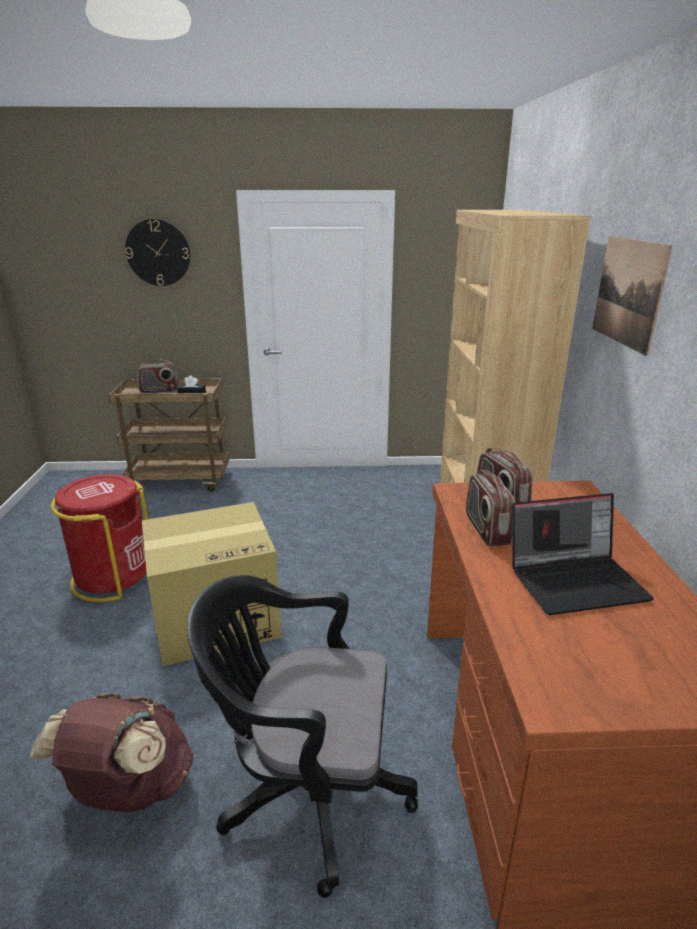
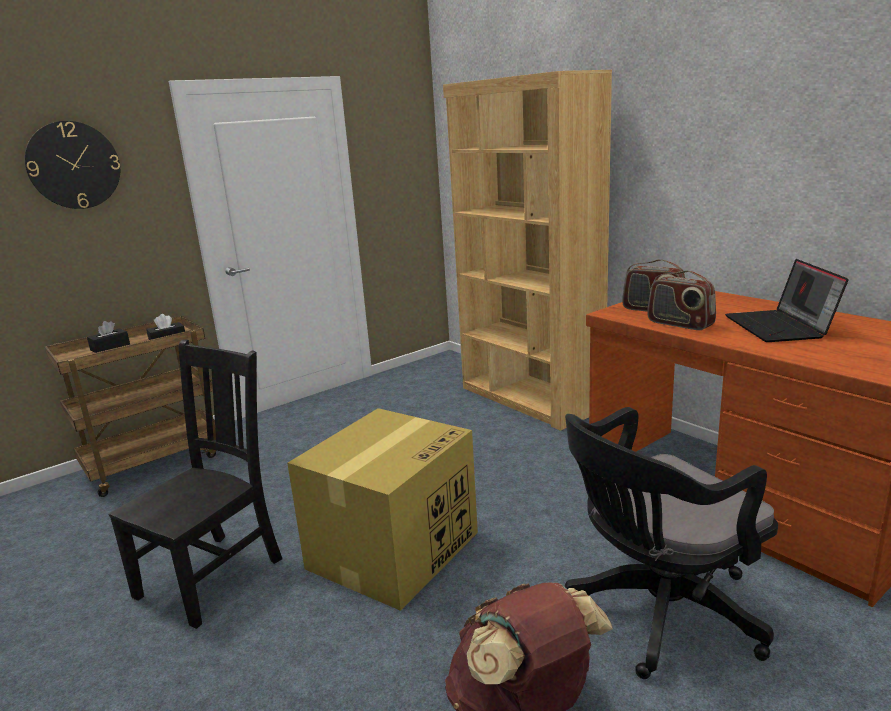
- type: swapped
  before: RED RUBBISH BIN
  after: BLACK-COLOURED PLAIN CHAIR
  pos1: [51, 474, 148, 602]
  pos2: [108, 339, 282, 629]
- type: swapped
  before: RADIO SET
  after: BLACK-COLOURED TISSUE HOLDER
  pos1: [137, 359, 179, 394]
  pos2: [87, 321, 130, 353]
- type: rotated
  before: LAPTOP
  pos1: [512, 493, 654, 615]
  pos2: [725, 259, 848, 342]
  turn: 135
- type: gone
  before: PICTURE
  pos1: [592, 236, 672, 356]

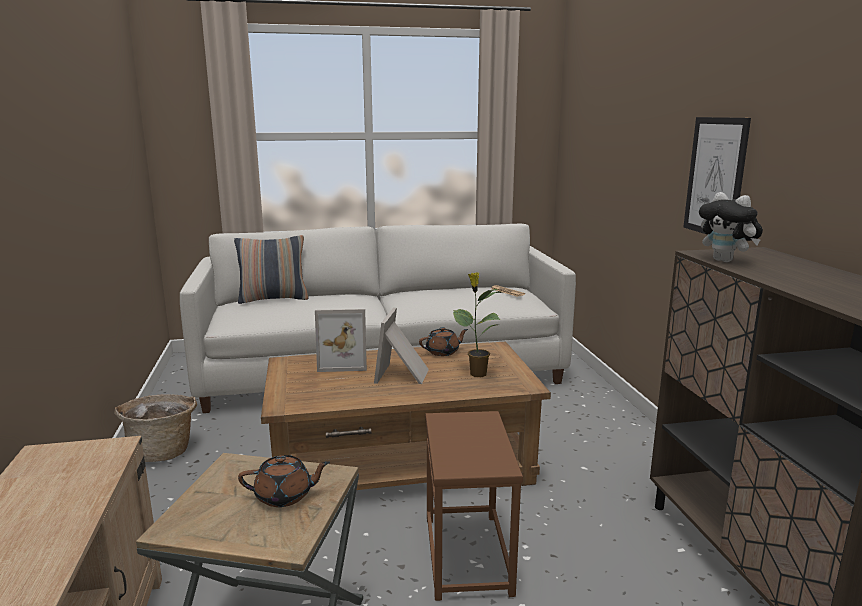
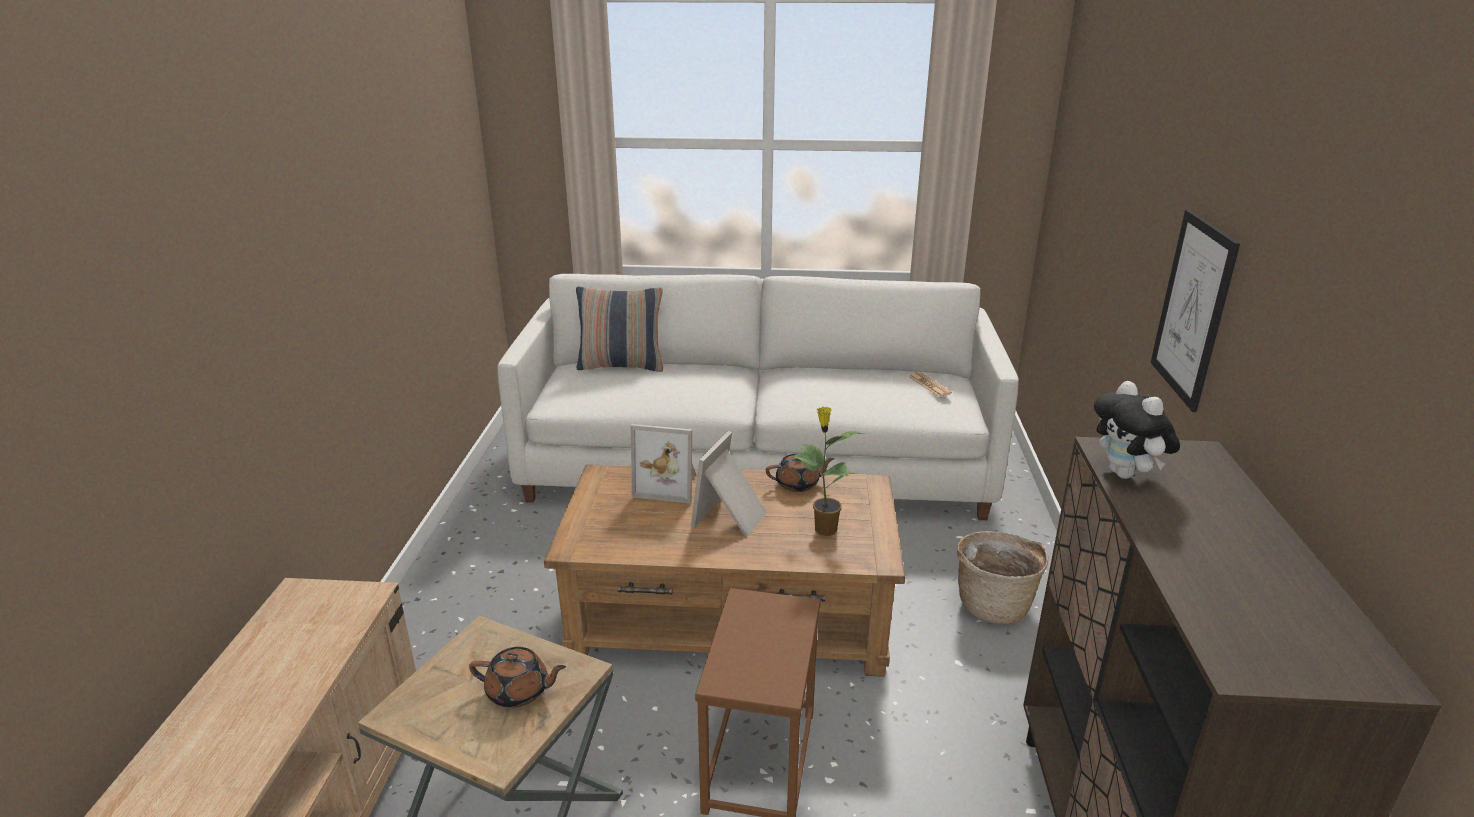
- type: shifted
  before: HOUSEHOLD BASKET
  pos1: [114, 394, 197, 462]
  pos2: [957, 531, 1048, 624]

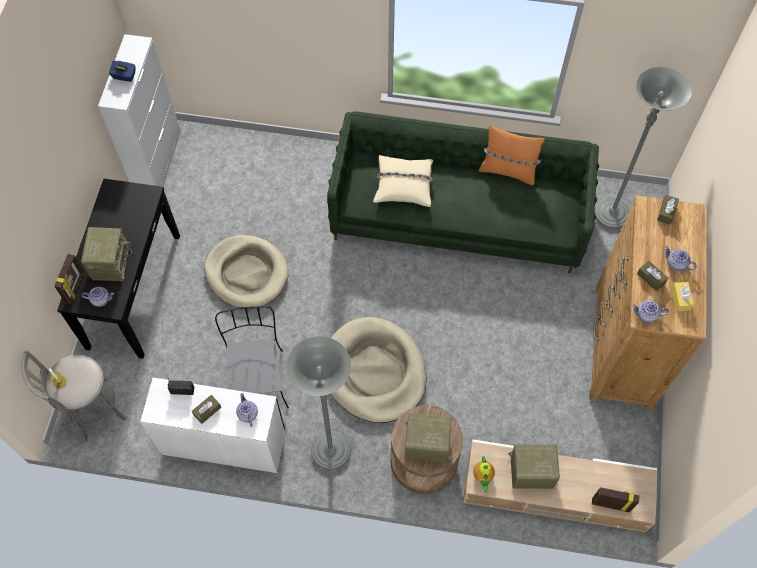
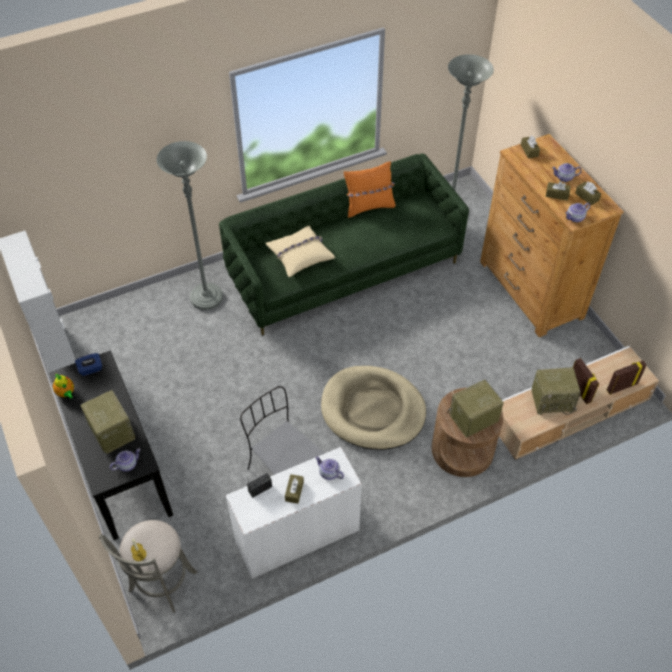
- type: shifted
  before: STANDING FRAME
  pos1: [54, 254, 84, 304]
  pos2: [573, 358, 599, 404]
- type: shifted
  before: BLUISH TISSUE HOLDER
  pos1: [109, 61, 135, 82]
  pos2: [75, 353, 102, 376]
- type: gone
  before: BEIGE-COLOURED PET BED
  pos1: [204, 235, 289, 309]
- type: shifted
  before: GRAY STANDARD LAMP
  pos1: [287, 336, 351, 470]
  pos2: [156, 141, 223, 310]
- type: shifted
  before: TEA POT
  pos1: [473, 456, 495, 493]
  pos2: [53, 374, 74, 398]
- type: rotated
  before: RADIO SET
  pos1: [509, 444, 560, 489]
  pos2: [532, 367, 581, 415]
  turn: -150
- type: repainted
  before: YELLOWISH TISSUE HOLDER
  after: BROWN-COLOURED TISSUE HOLDER
  pos1: [672, 282, 694, 311]
  pos2: [575, 182, 601, 205]

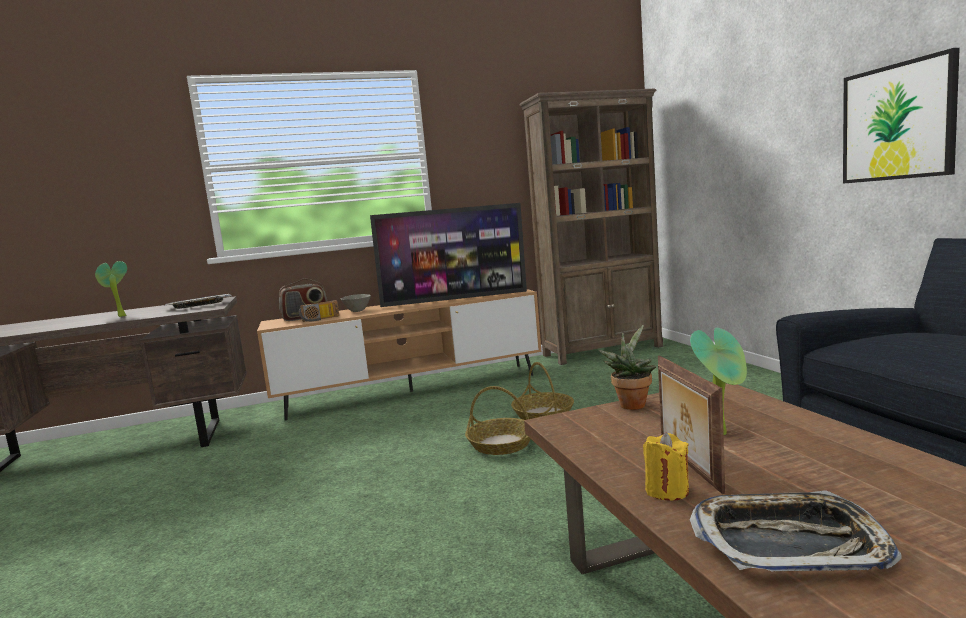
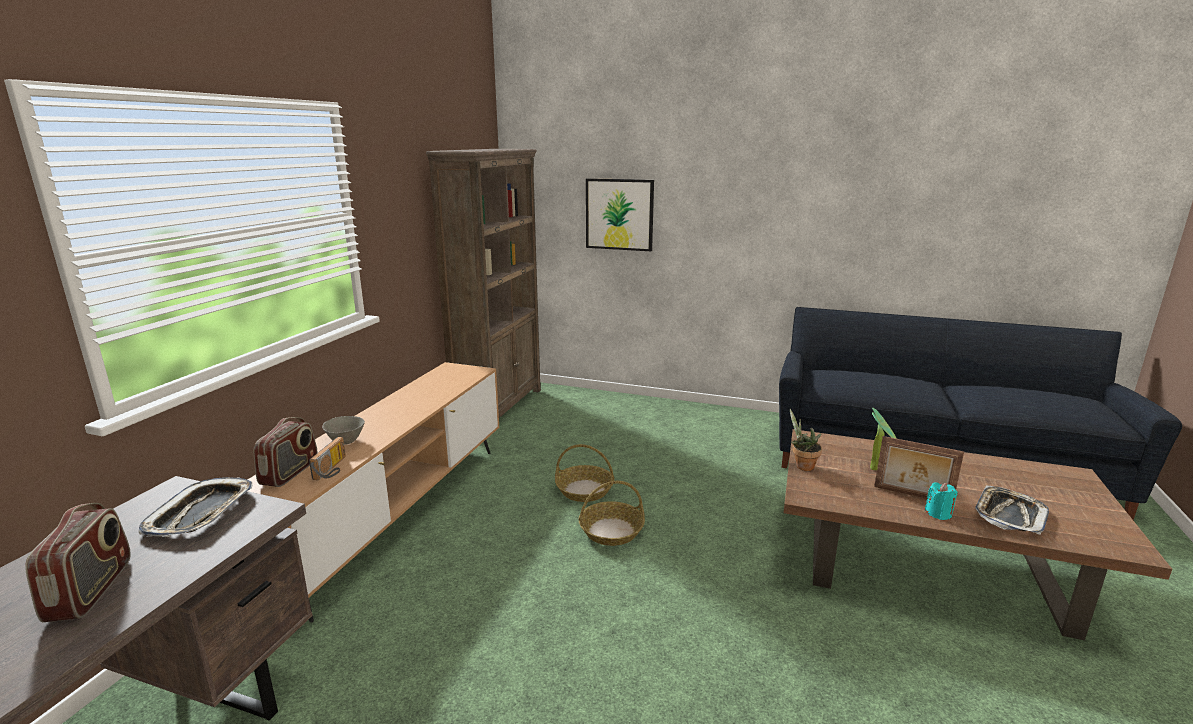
- type: swapped
  before: POTTED PLANT
  after: RADIO SET
  pos1: [95, 261, 127, 317]
  pos2: [25, 503, 131, 623]
- type: gone
  before: TV SET
  pos1: [370, 203, 527, 307]
- type: repainted
  before: YELLOWISH WAX CANDLE
  after: TURQUOISE WAX CANDLE
  pos1: [643, 433, 689, 501]
  pos2: [925, 482, 958, 520]
- type: shifted
  before: PICTURE
  pos1: [843, 48, 960, 184]
  pos2: [586, 178, 654, 251]

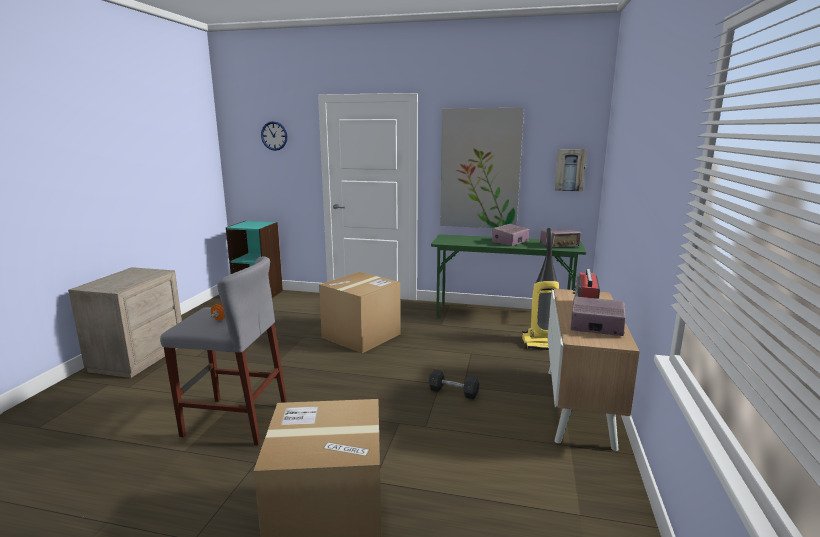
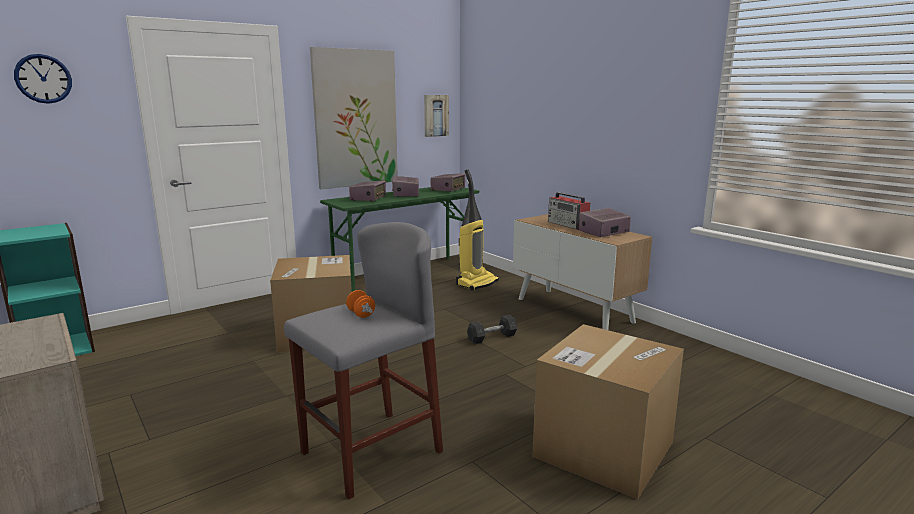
- type: new
  after: RADIO SET
  pos2: [349, 181, 386, 201]

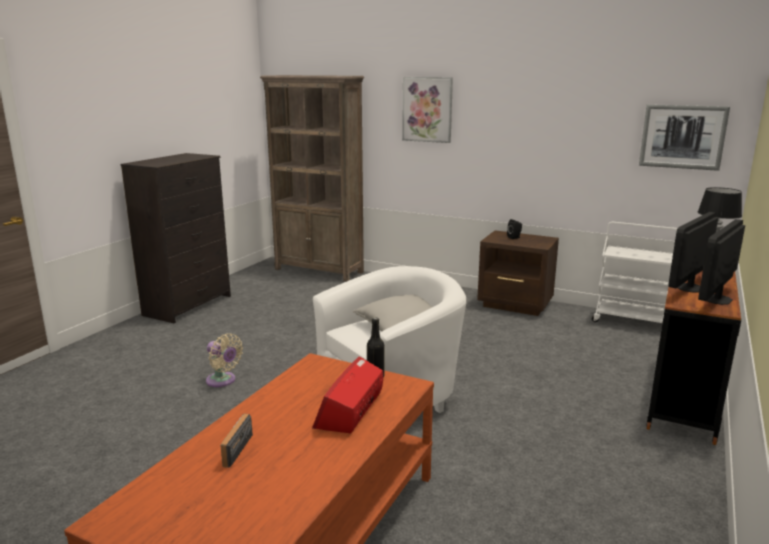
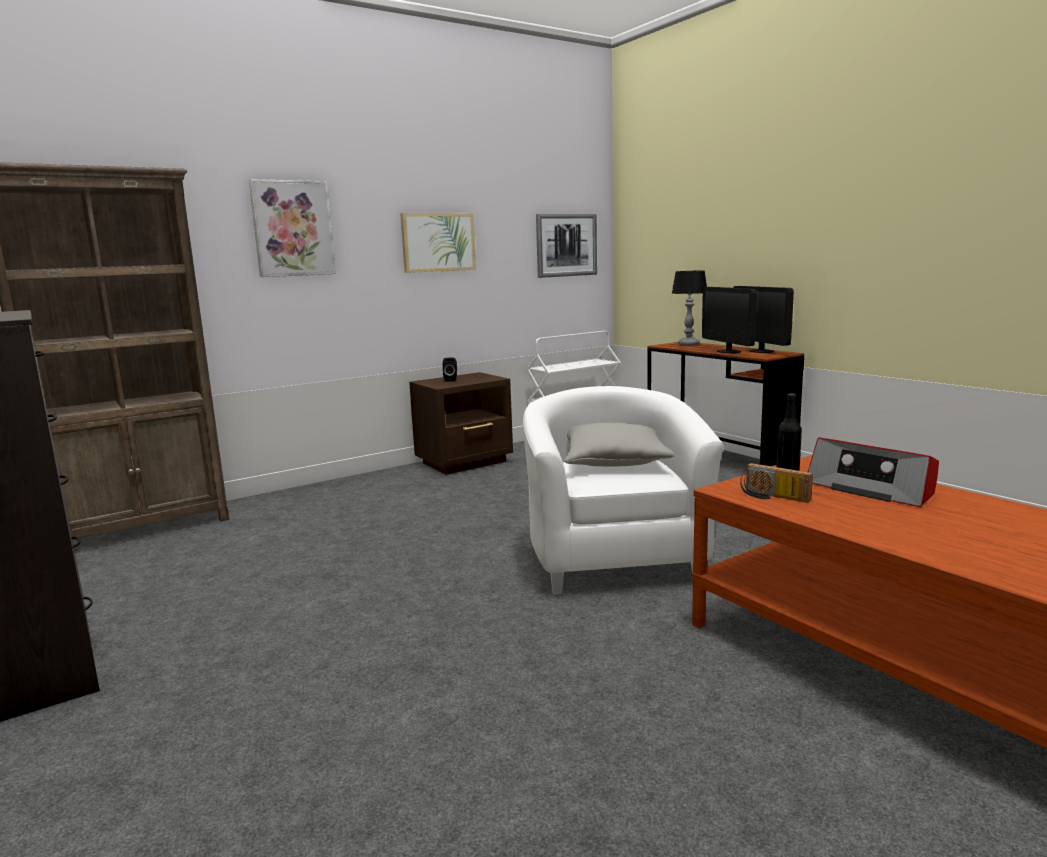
- type: gone
  before: BEIGE-COLOURED ELECTRIC FAN
  pos1: [206, 334, 243, 387]
- type: shifted
  before: RADIO SET
  pos1: [220, 414, 253, 468]
  pos2: [740, 463, 813, 503]
- type: new
  after: PICTURE
  pos2: [400, 213, 476, 273]

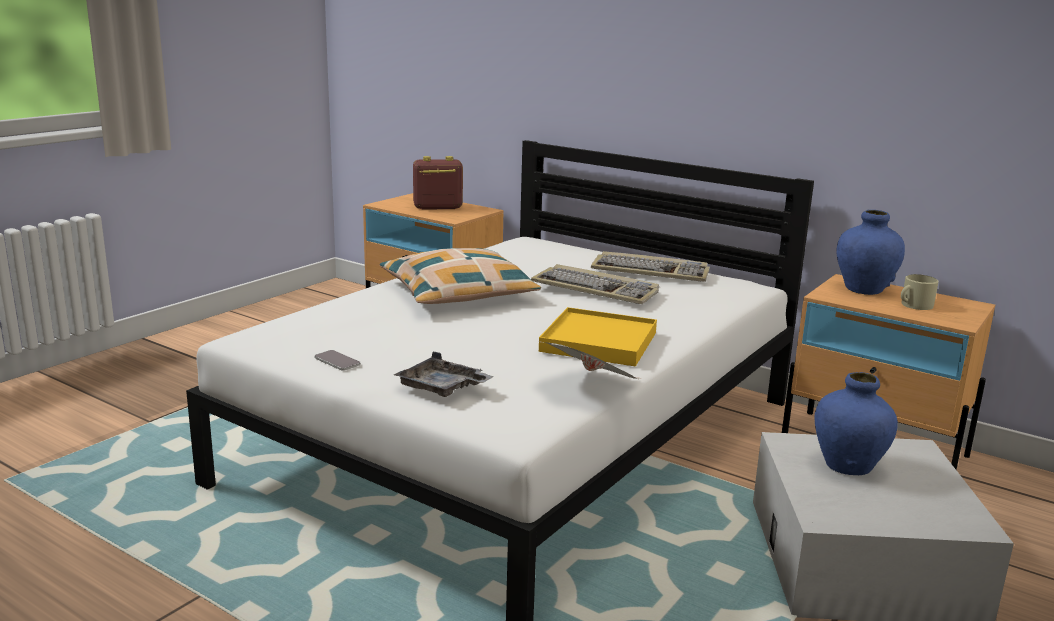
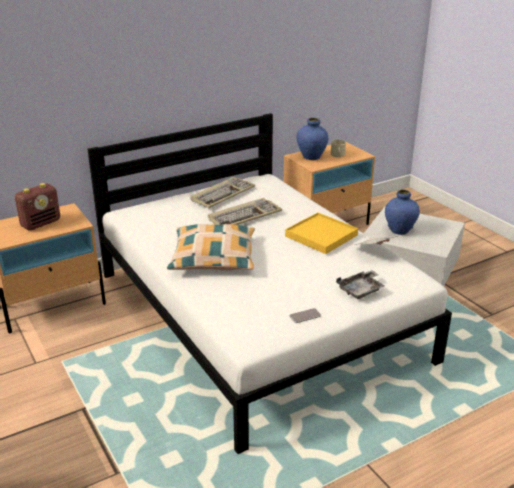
- type: rotated
  before: RADIO SET
  pos1: [413, 156, 463, 210]
  pos2: [15, 183, 60, 230]
  turn: -150

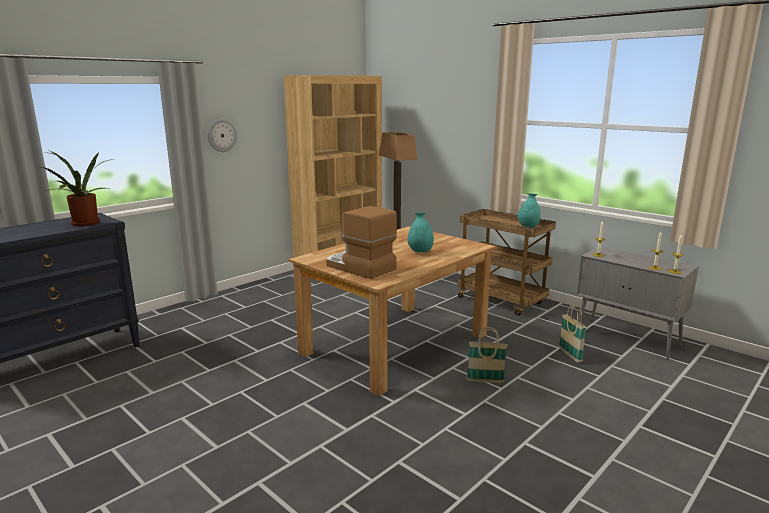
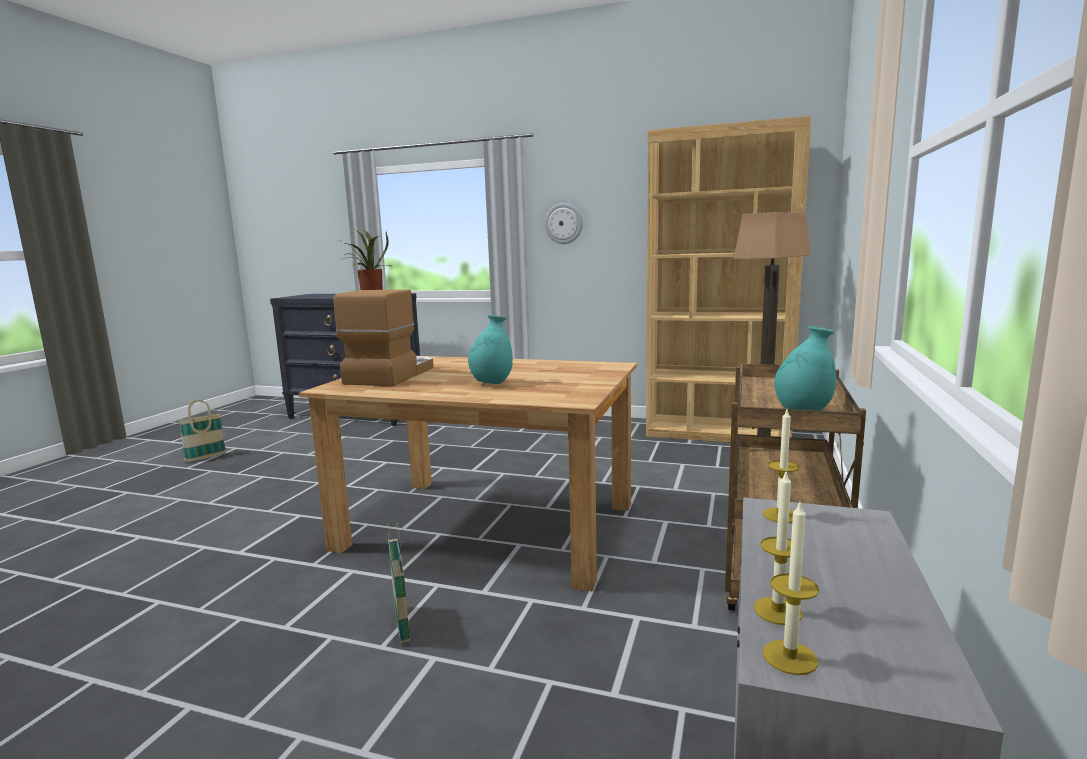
- type: shifted
  before: HOUSEHOLD BASKET
  pos1: [559, 305, 587, 362]
  pos2: [178, 400, 226, 462]

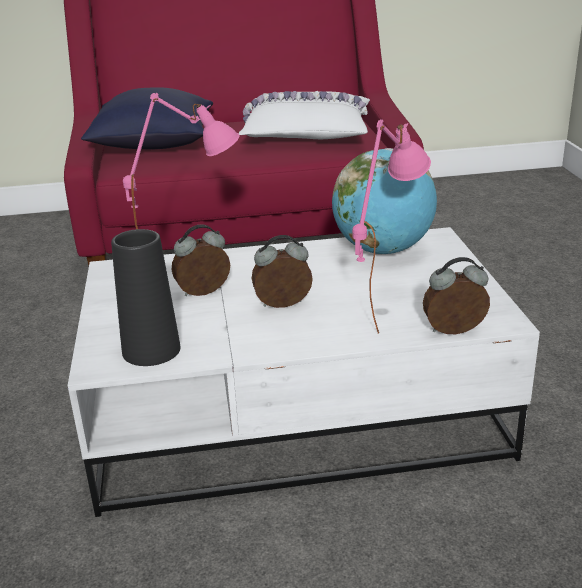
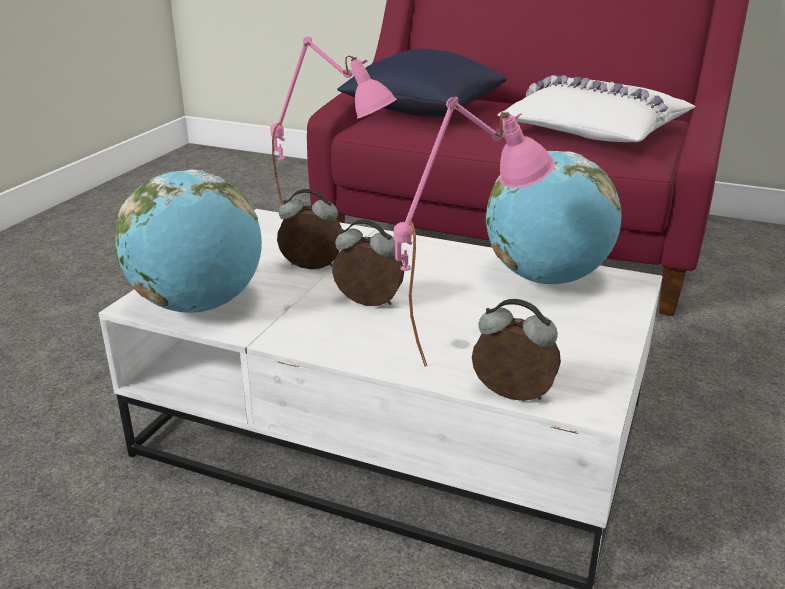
- type: swapped
  before: BLACK-COLOURED FLOWER VASE
  after: DESK GLOBE
  pos1: [111, 229, 181, 366]
  pos2: [115, 170, 262, 313]

